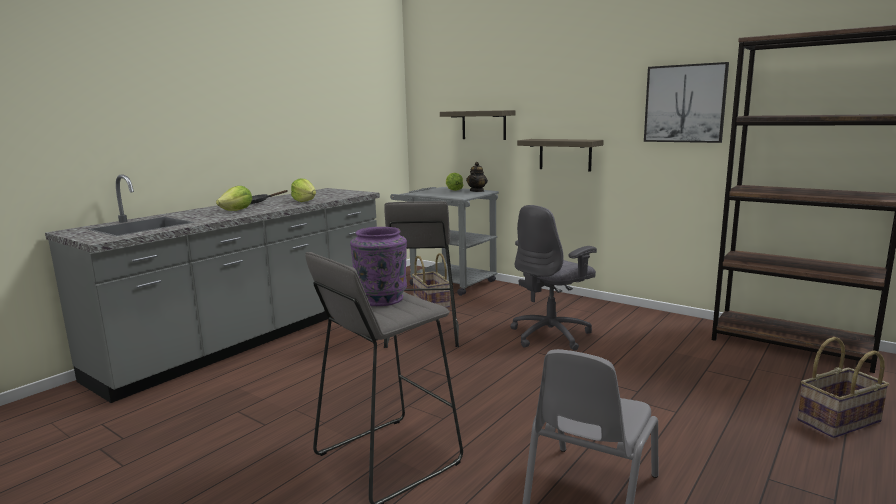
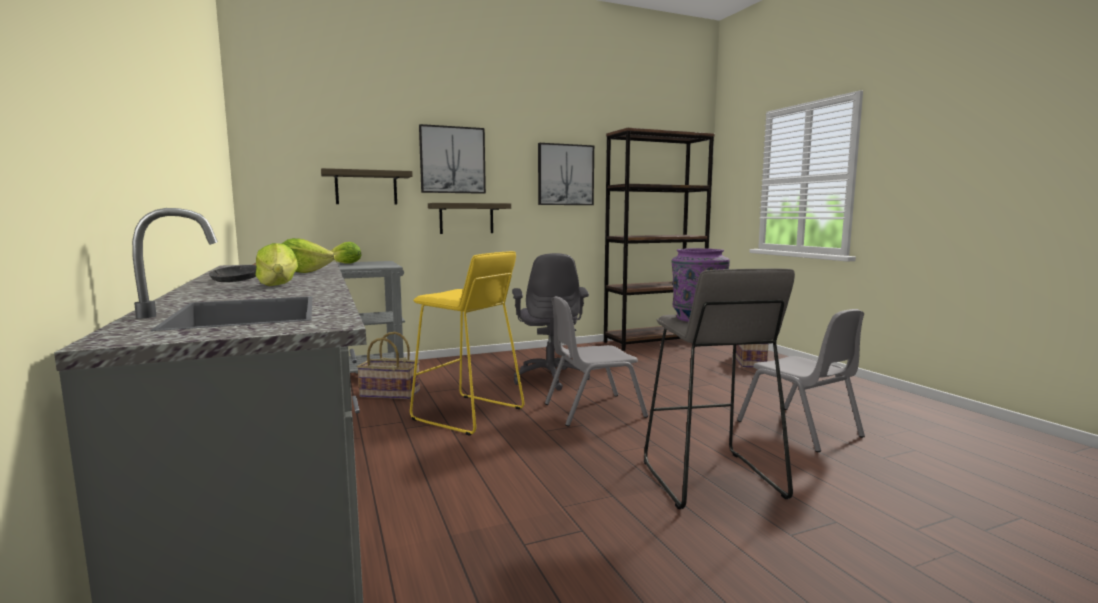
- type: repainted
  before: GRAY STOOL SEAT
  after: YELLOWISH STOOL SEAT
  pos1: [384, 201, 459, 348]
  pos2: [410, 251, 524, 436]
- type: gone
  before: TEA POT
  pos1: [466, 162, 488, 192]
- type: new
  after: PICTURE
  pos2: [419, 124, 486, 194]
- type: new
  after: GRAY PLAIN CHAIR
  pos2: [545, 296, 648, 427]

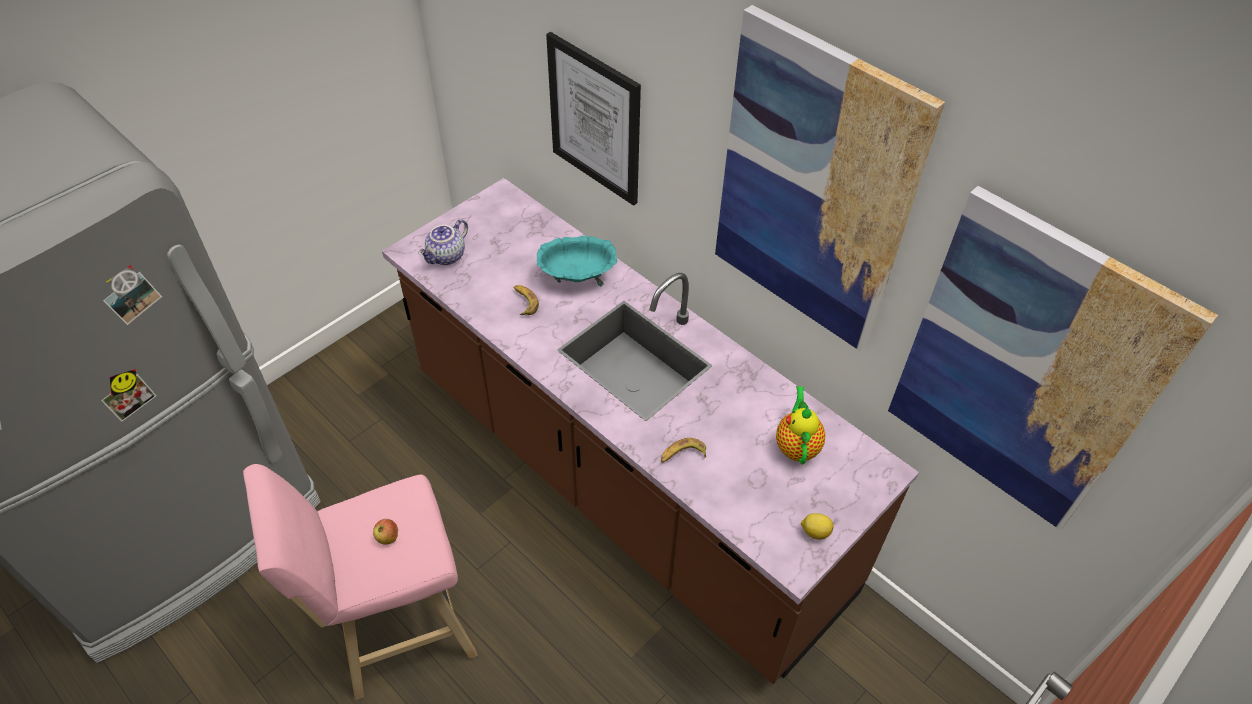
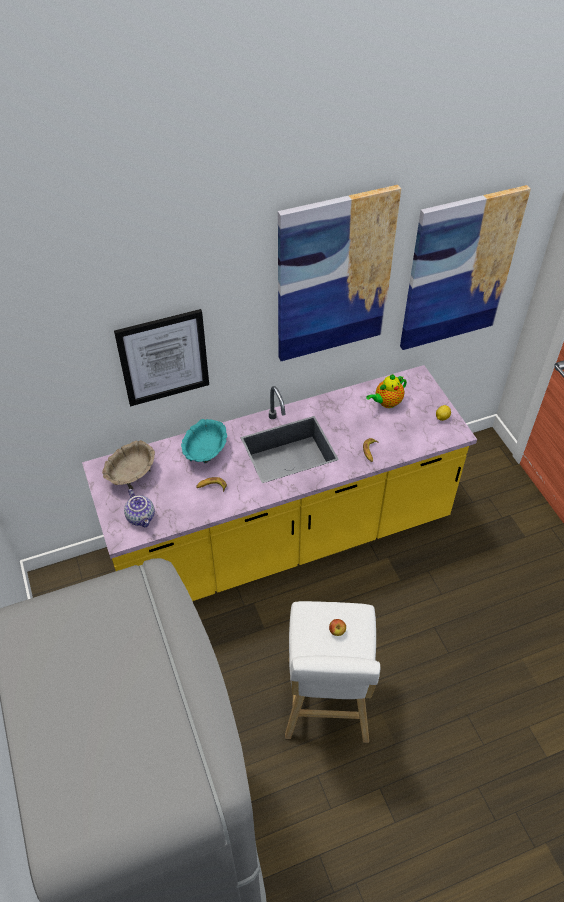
- type: repainted
  before: PINKISH STOOL SEAT
  after: WHITE-COLOURED STOOL SEAT
  pos1: [243, 464, 477, 700]
  pos2: [285, 601, 380, 743]
- type: repainted
  before: BROWN-COLOURED KITCHEN BASE UNIT
  after: YELLOWISH KITCHEN BASE UNIT
  pos1: [382, 178, 919, 684]
  pos2: [82, 365, 477, 601]
- type: rotated
  before: TEA POT
  pos1: [776, 386, 825, 464]
  pos2: [366, 374, 407, 408]
  turn: -60
- type: new
  after: BEIGE-COLOURED DEEP DISH
  pos2: [102, 440, 155, 490]

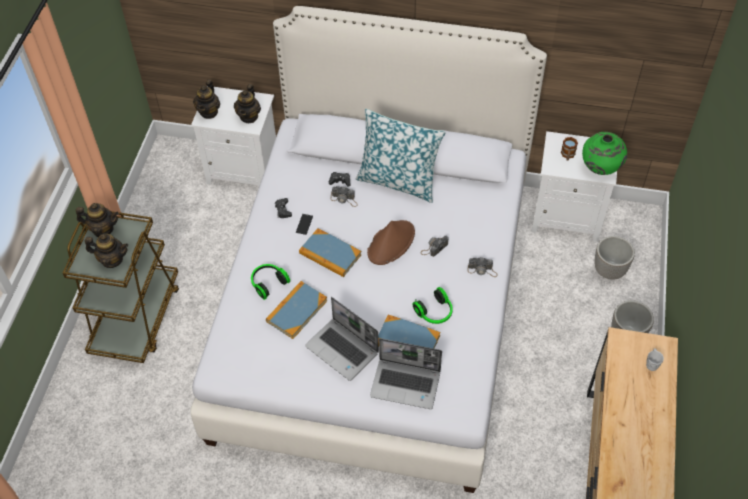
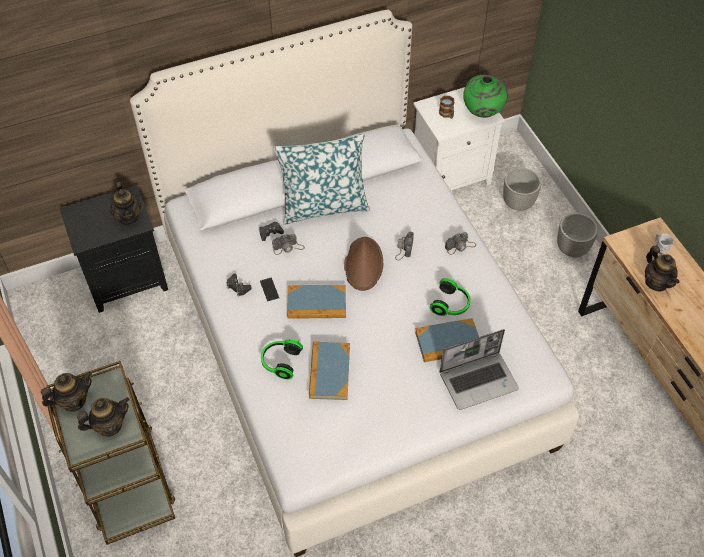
- type: repainted
  before: WHITE-COLOURED NIGHT TABLE
  after: BLACK-COLOURED NIGHT TABLE
  pos1: [191, 86, 276, 186]
  pos2: [60, 185, 168, 313]
- type: shifted
  before: TEA POT
  pos1: [193, 79, 220, 119]
  pos2: [645, 245, 680, 291]
- type: gone
  before: LAPTOP
  pos1: [305, 297, 379, 381]

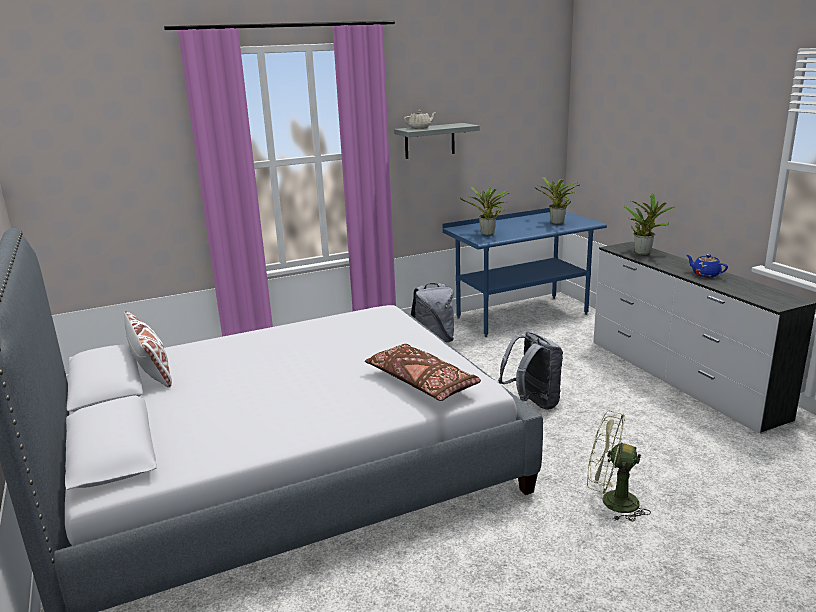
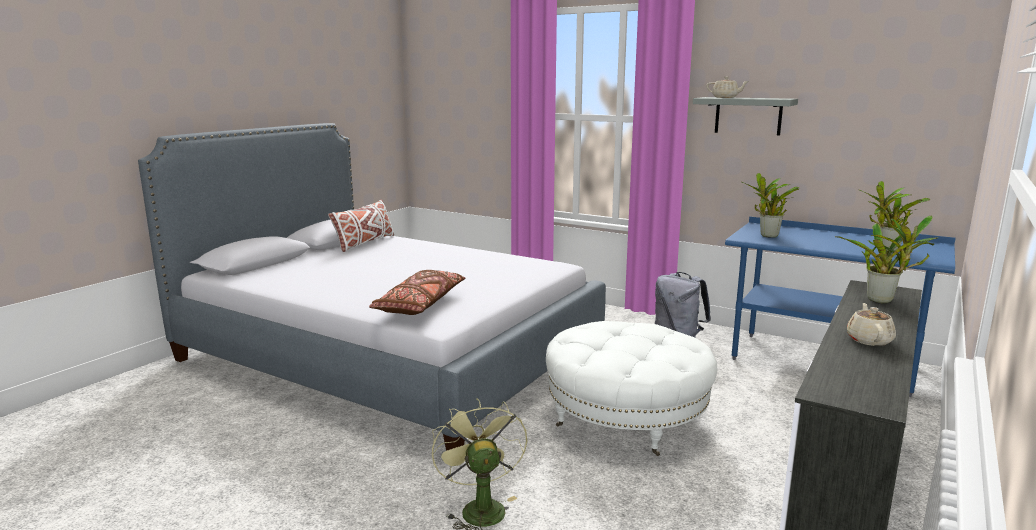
- type: swapped
  before: GRAY RUCKSACK
  after: WHITE-COLOURED POUFFE
  pos1: [498, 332, 563, 410]
  pos2: [546, 321, 717, 456]
- type: repainted
  before: BLUISH TEA POT
  after: BEIGE-COLOURED TEA POT
  pos1: [687, 254, 728, 278]
  pos2: [847, 303, 896, 346]

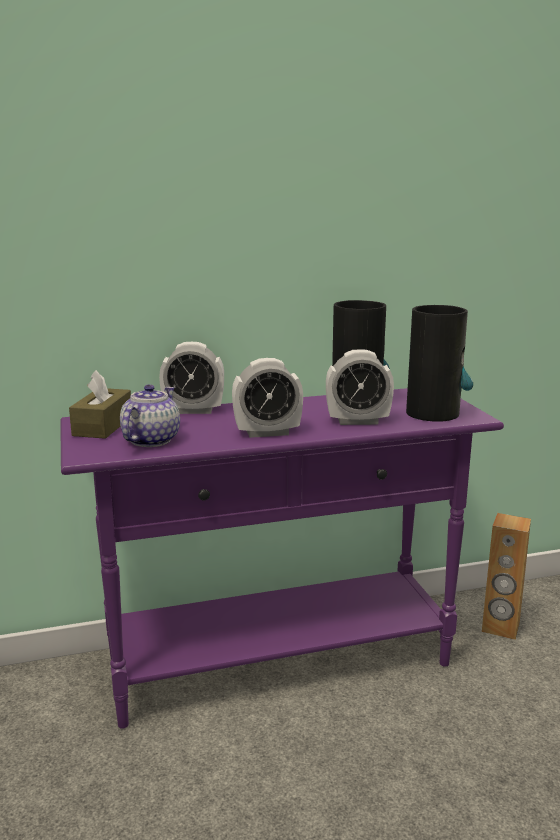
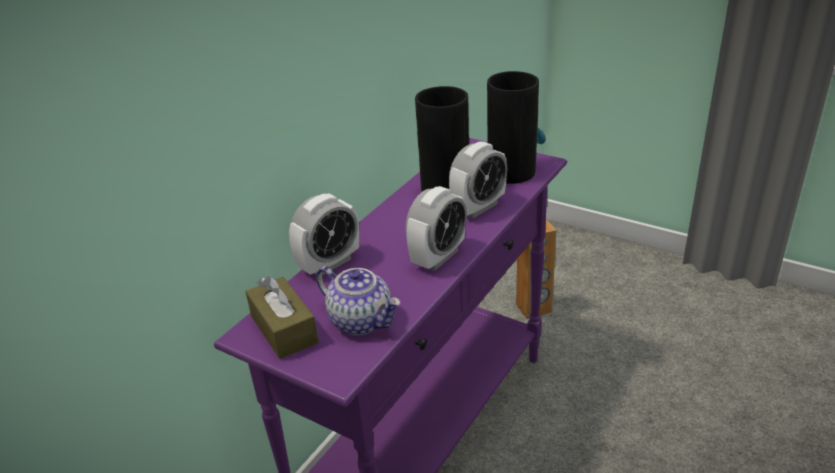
- type: rotated
  before: TEA POT
  pos1: [120, 384, 180, 447]
  pos2: [316, 266, 401, 335]
  turn: 150

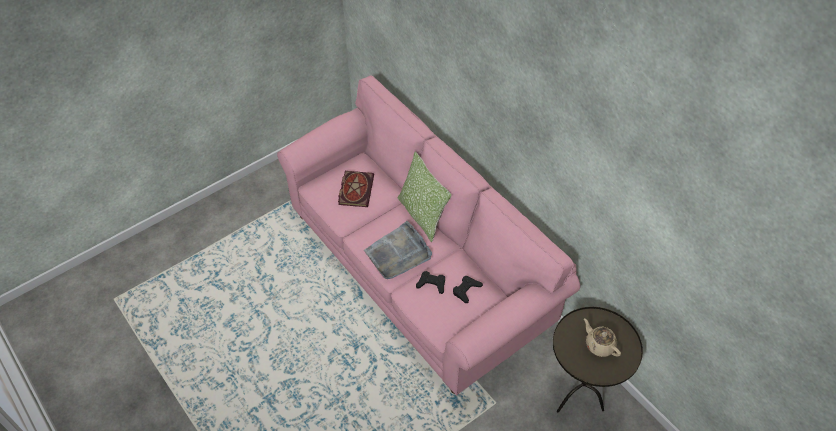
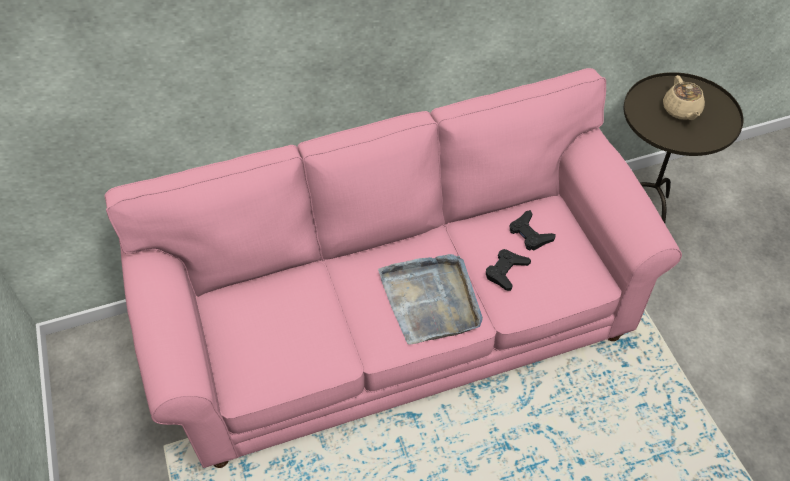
- type: gone
  before: VOLUME
  pos1: [338, 171, 374, 207]
- type: gone
  before: PILLOW
  pos1: [398, 152, 452, 242]
- type: rotated
  before: BEIGE-COLOURED TEA POT
  pos1: [584, 319, 621, 357]
  pos2: [663, 75, 705, 120]
  turn: -75

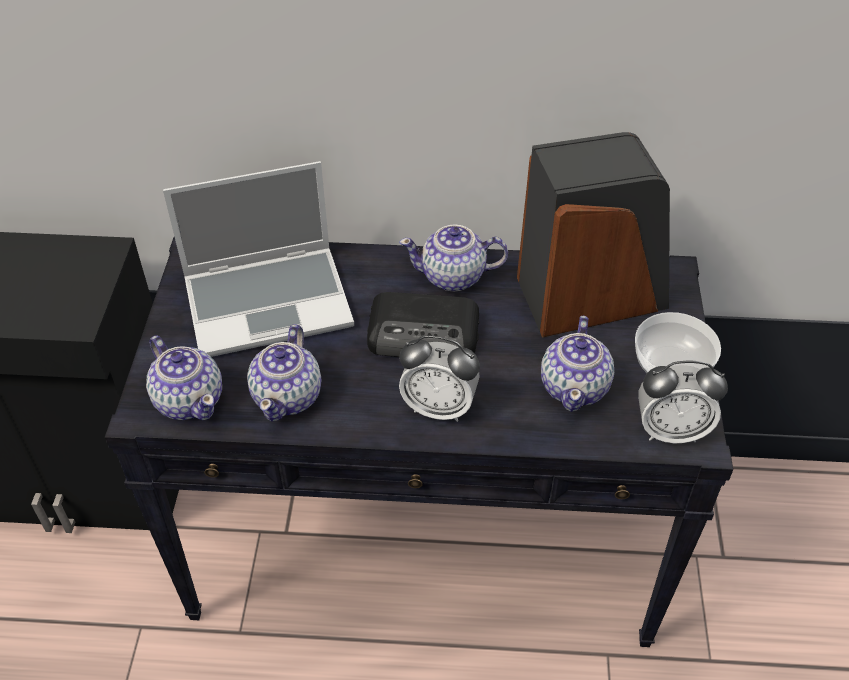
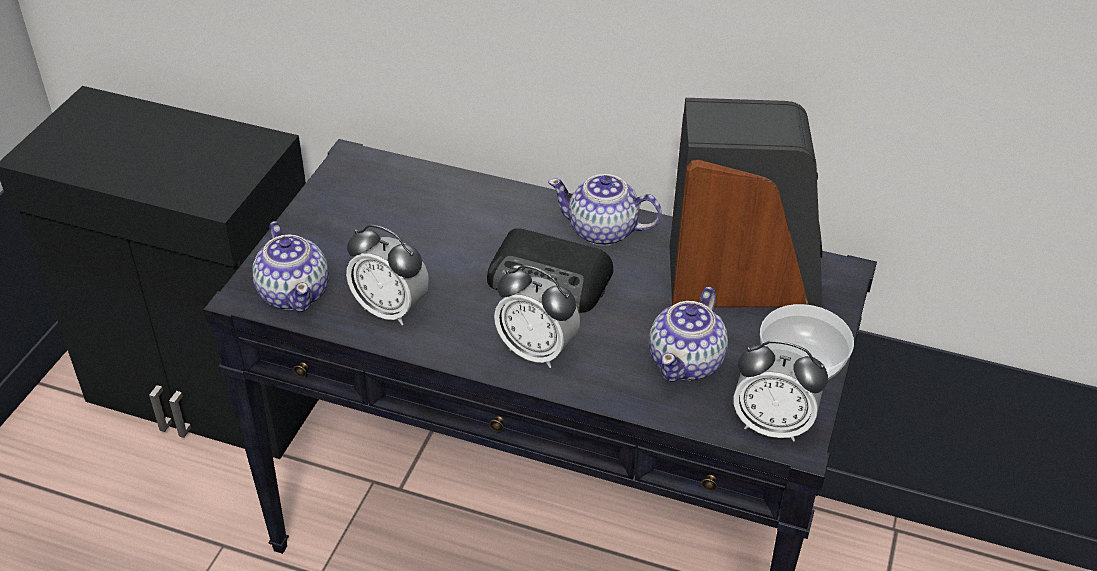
- type: gone
  before: LAPTOP
  pos1: [163, 161, 354, 357]
- type: swapped
  before: TEA POT
  after: TABLE CLOCK
  pos1: [247, 324, 321, 422]
  pos2: [346, 225, 429, 325]

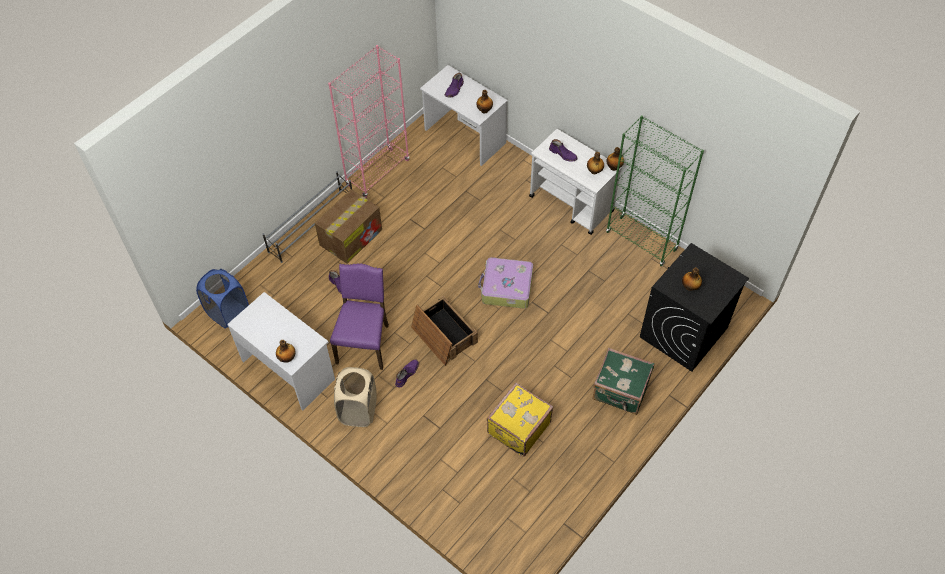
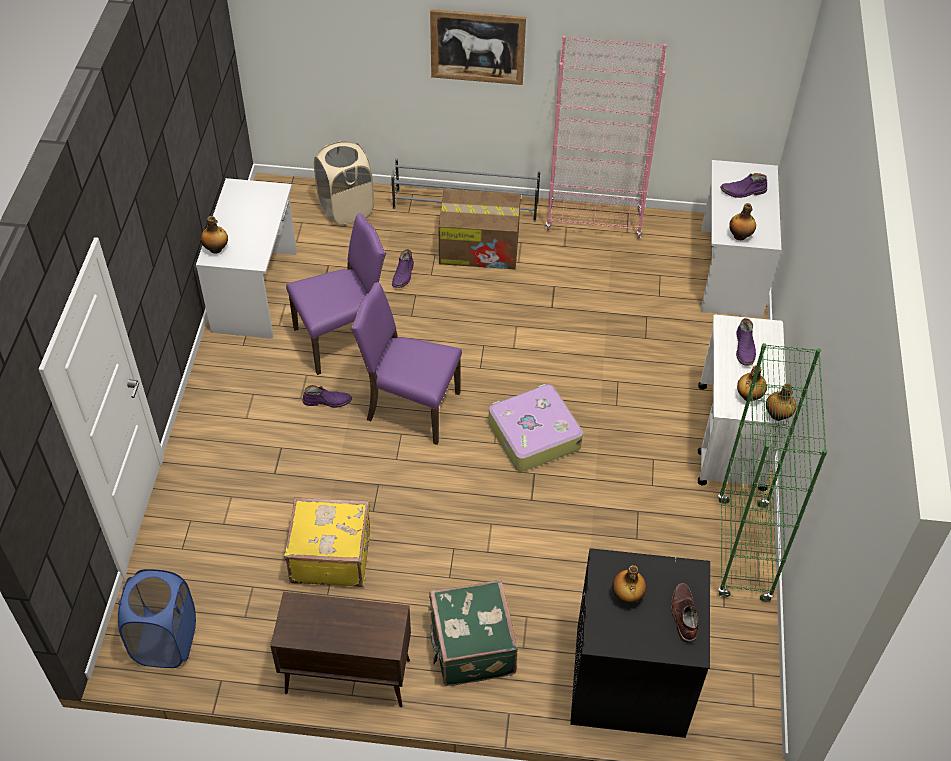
- type: shifted
  before: BLUISH LAUNDRY BASKET
  pos1: [196, 269, 249, 328]
  pos2: [118, 569, 196, 668]
- type: shifted
  before: BEIGE-COLOURED LAUNDRY BASKET
  pos1: [334, 367, 377, 427]
  pos2: [314, 141, 374, 225]
- type: swapped
  before: SHIPPING CRATE
  after: PURPLE PLAIN CHAIR
  pos1: [411, 296, 478, 366]
  pos2: [350, 283, 462, 445]
- type: new
  after: BROWN-COLOURED CABINET
  pos2: [270, 592, 411, 707]
- type: new
  after: PICTURE
  pos2: [430, 9, 526, 85]
- type: new
  after: BROWN-COLOURED HIGH-TOP BOOT
  pos2: [671, 583, 698, 643]

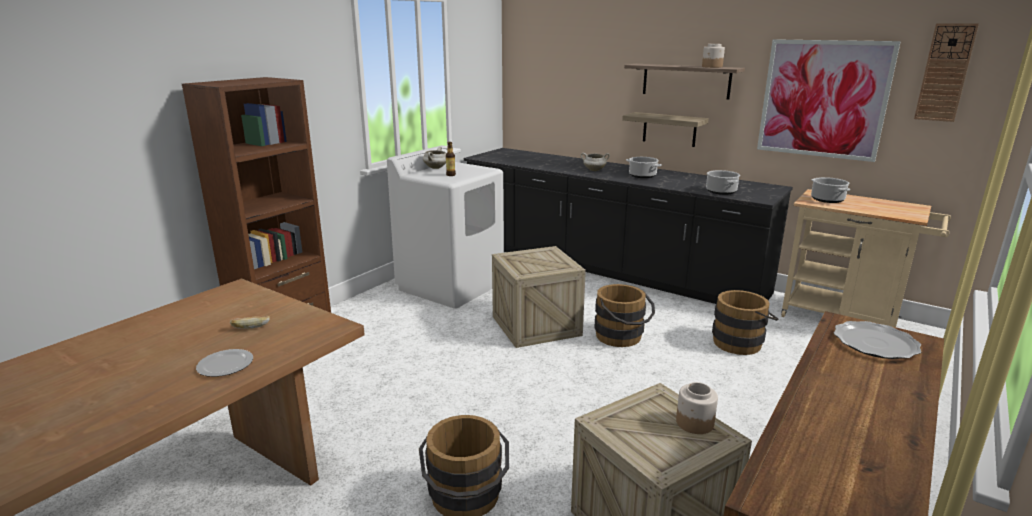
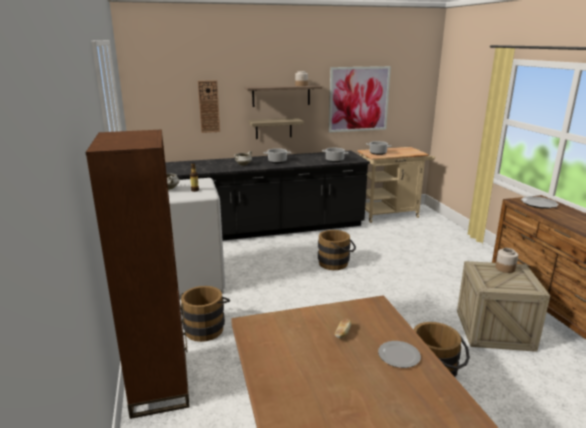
- type: gone
  before: SHIPPING CRATE
  pos1: [492, 246, 586, 348]
- type: shifted
  before: BROWN-COLOURED WATER BUCKET
  pos1: [712, 290, 778, 355]
  pos2: [181, 286, 230, 342]
- type: shifted
  before: HANGING CLOCK
  pos1: [914, 23, 979, 122]
  pos2: [198, 80, 220, 133]

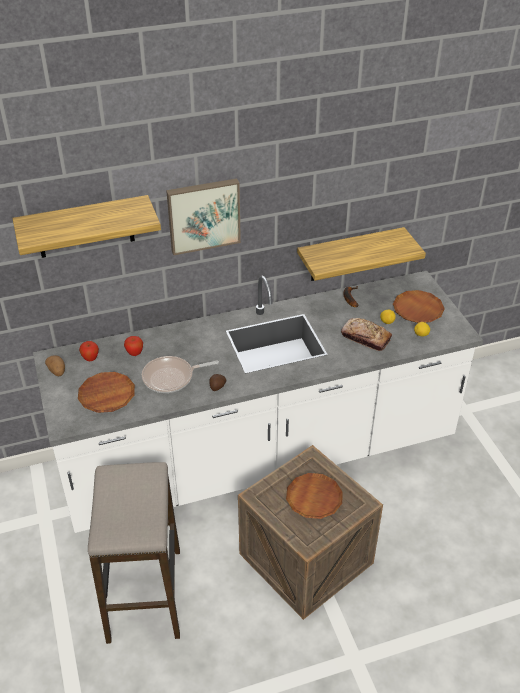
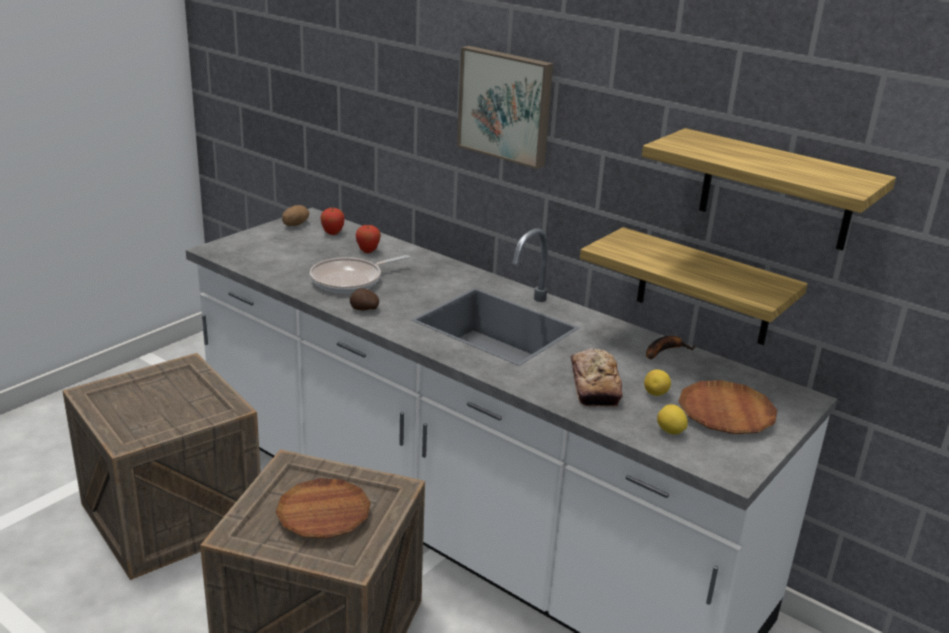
- type: shifted
  before: BRACKET SHELF
  pos1: [12, 195, 161, 258]
  pos2: [642, 128, 896, 251]
- type: gone
  before: BROWN-COLOURED DINNER PLATE
  pos1: [78, 372, 135, 413]
- type: swapped
  before: STOOL SEAT
  after: SHIPPING CRATE
  pos1: [88, 462, 180, 644]
  pos2: [62, 353, 261, 580]
- type: rotated
  before: FRYING PAN
  pos1: [142, 356, 219, 393]
  pos2: [310, 255, 409, 293]
  turn: -75

